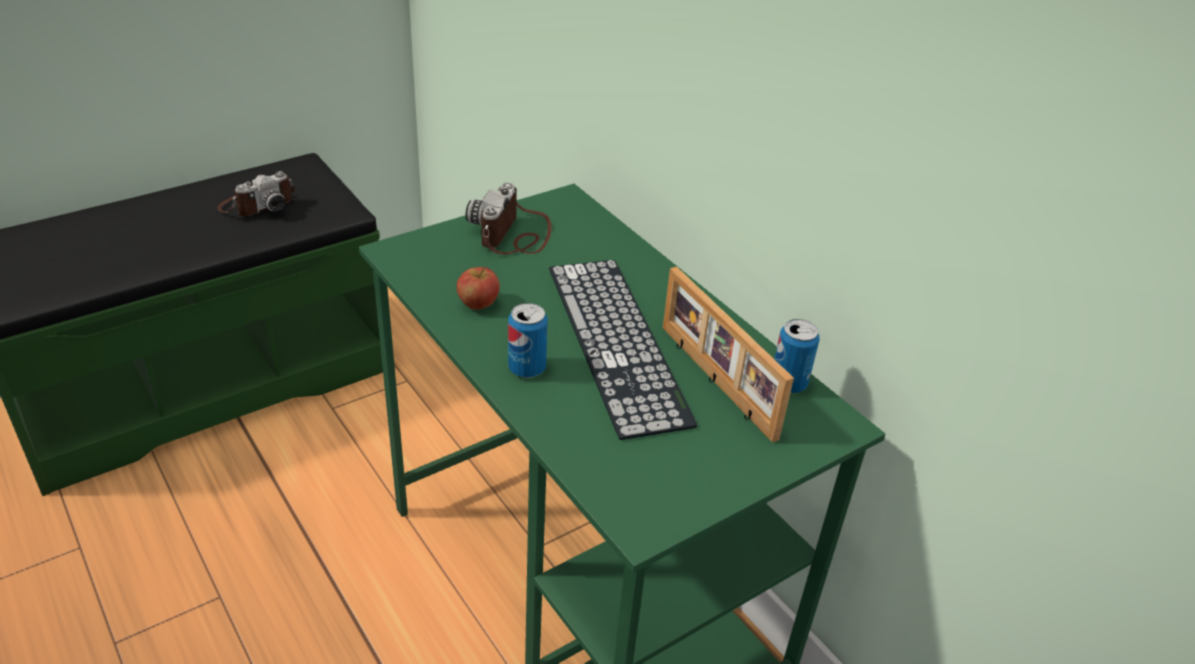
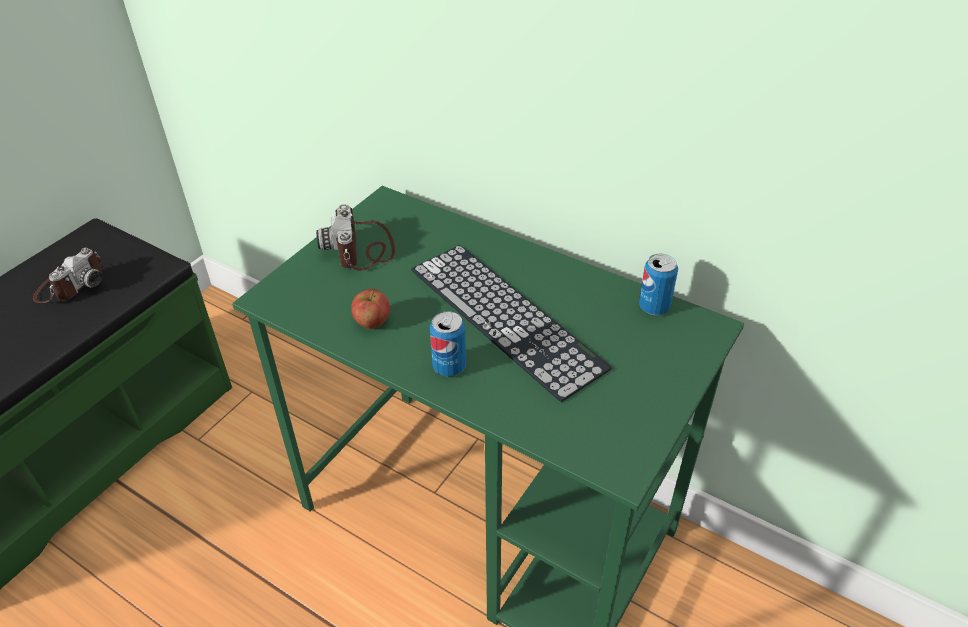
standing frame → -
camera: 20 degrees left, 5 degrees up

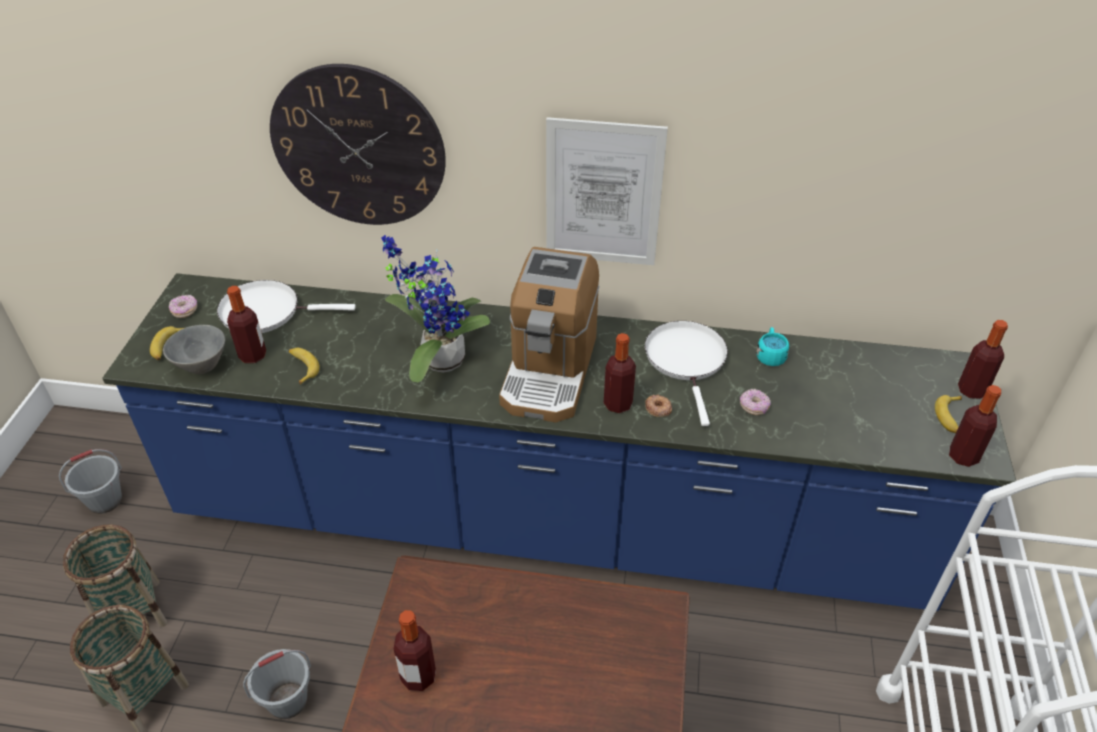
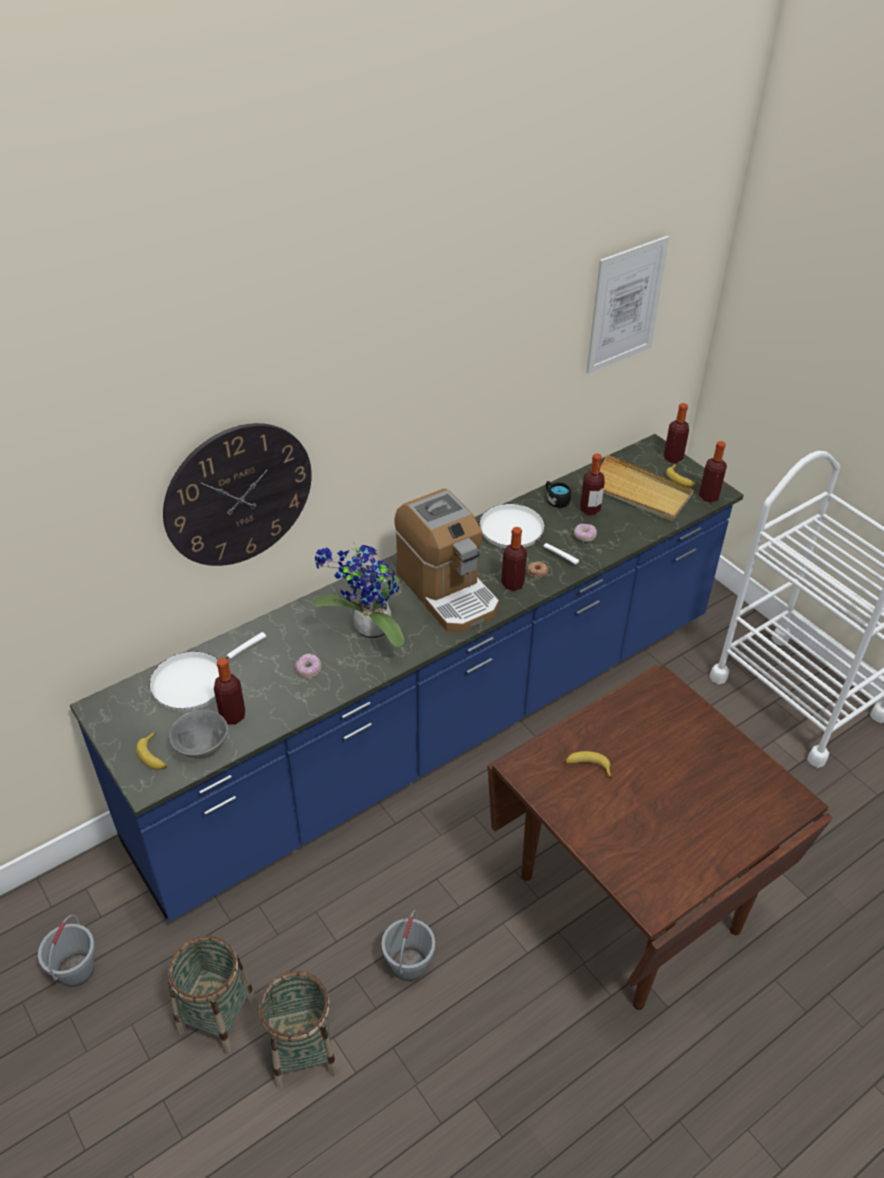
doughnut (no. 1 from left), relocated
blue-green mug → blackish mug
banana (no. 2 from left), relocated
beverage bottle (no. 2 from left in the first image) → beverage bottle (no. 3 from left), relocated
- → beige-coloured carrying tray
wall picture, relocated
camera: 45 degrees left, 0 degrees up

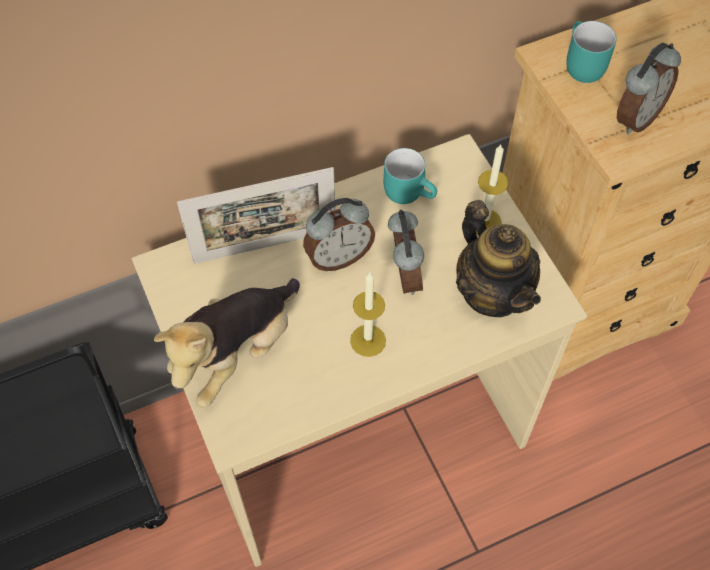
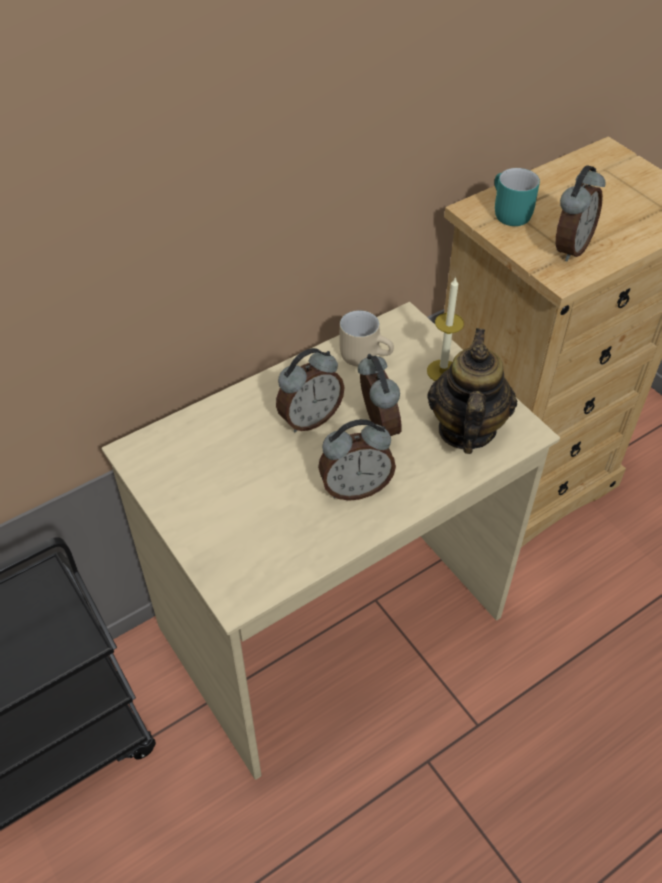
candle (no. 1 from left) → alarm clock (no. 2 from left)
blue-green mug (no. 1 from left) → beige-coloured mug
pot for tea, 135 degrees counterclockwise
plush toy → -
standing frame → -
camera: 10 degrees left, 10 degrees down

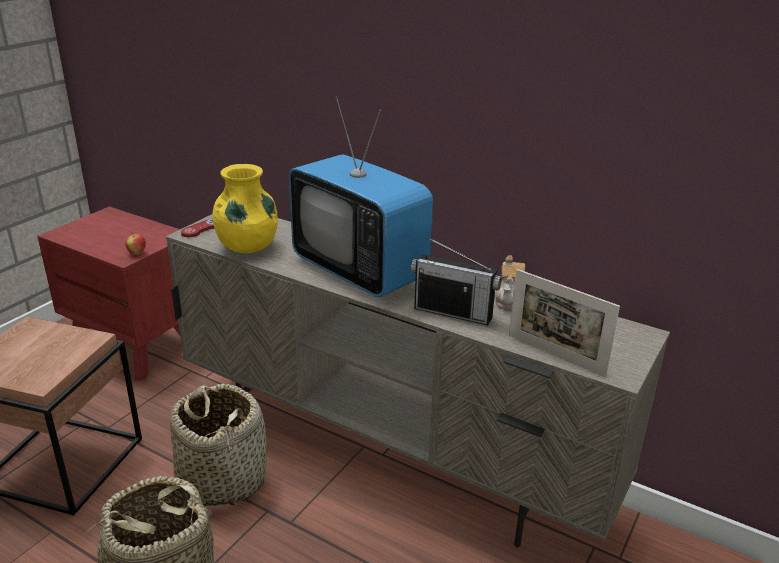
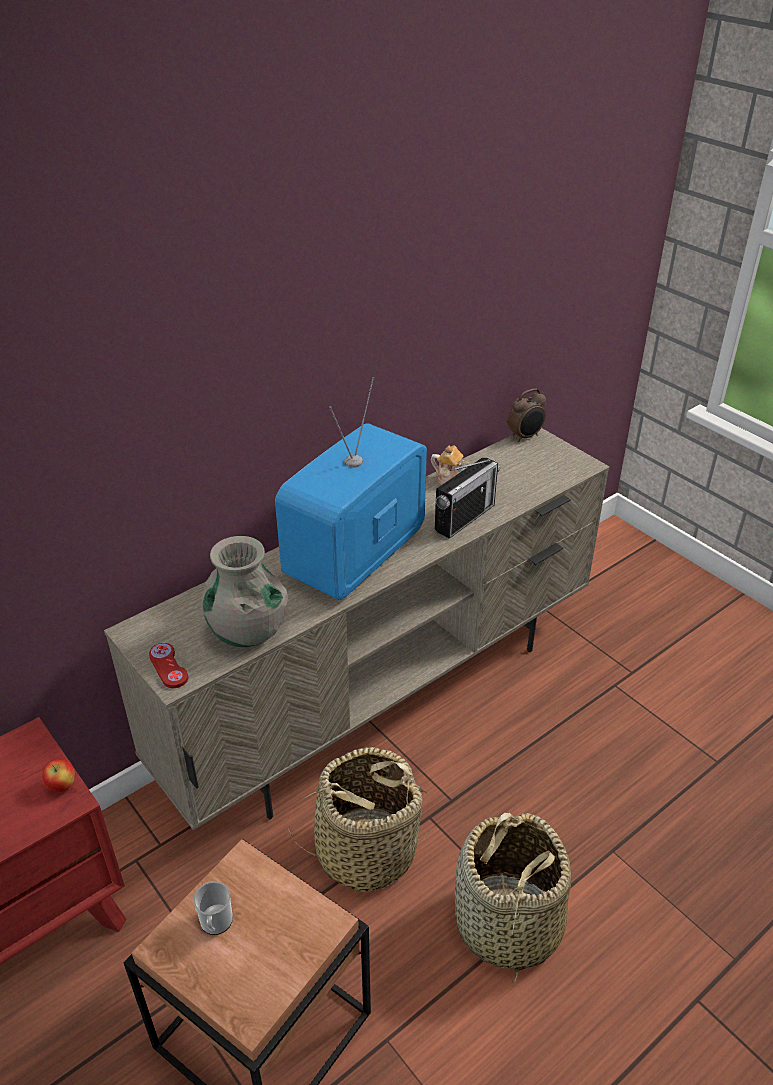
- → mug
yellowish decorative vase → gray decorative vase
TV set, 150 degrees clockwise
- → alarm clock
standing frame → -
camera: 70 degrees left, 10 degrees up

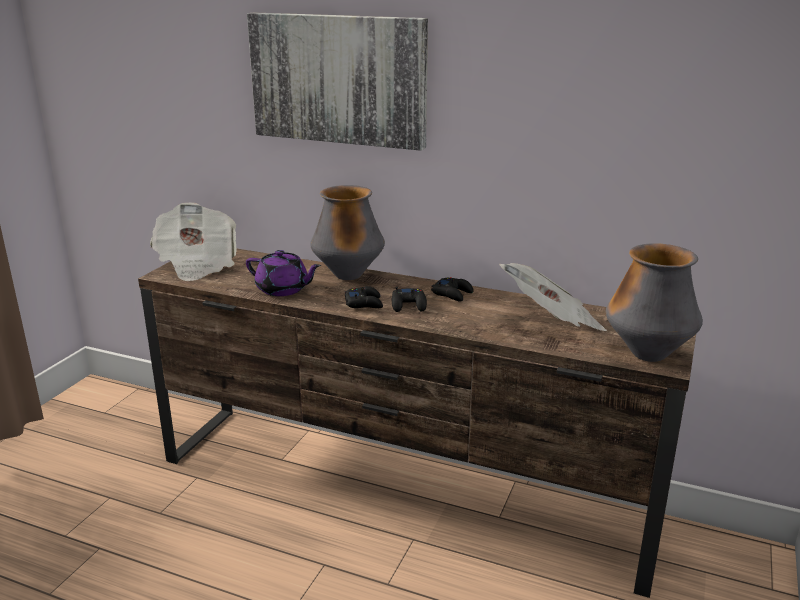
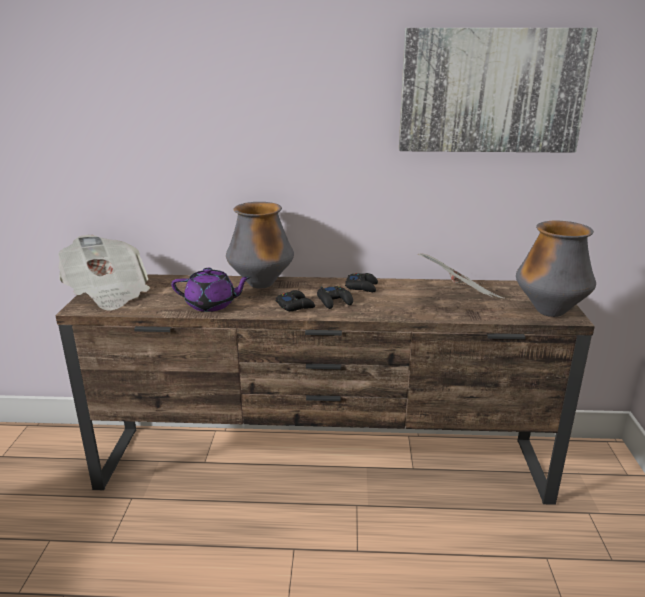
wall picture, relocated
camera: 20 degrees left, 0 degrees up

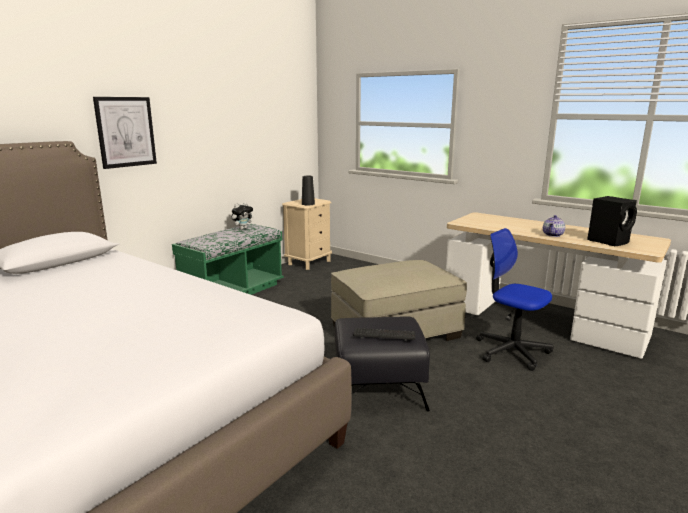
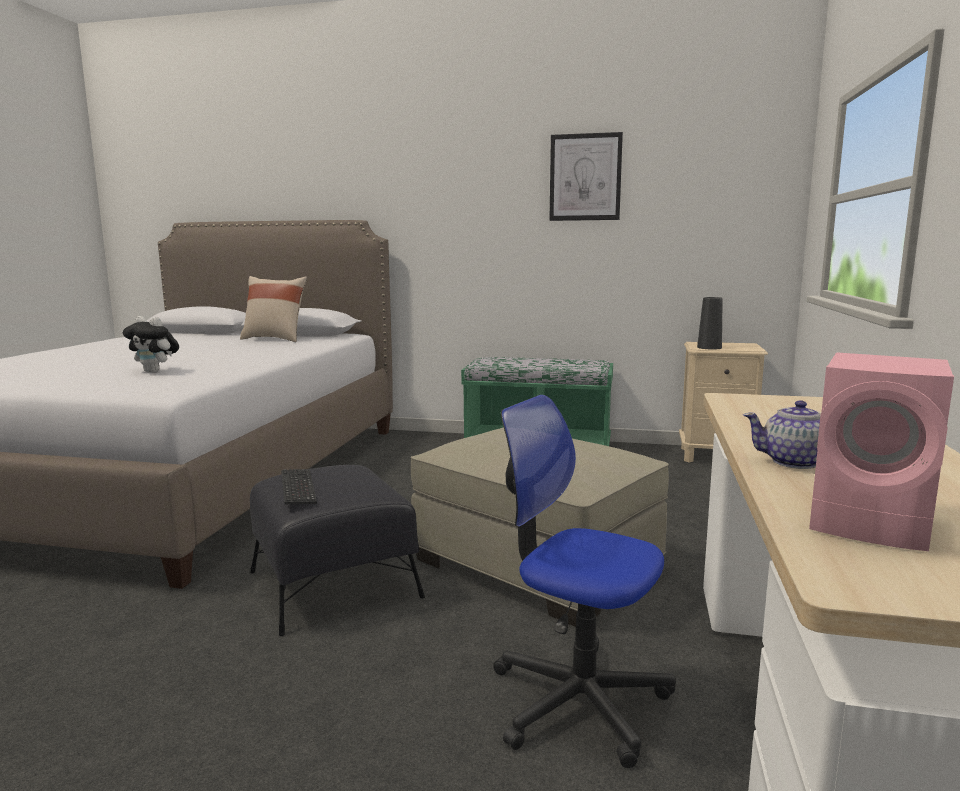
plush toy, relocated
- → beige-coloured throw pillow
office chair, 75 degrees counterclockwise
wall picture, relocated
blackish speaker → pink-coloured speaker
camera: 65 degrees right, 5 degrees down

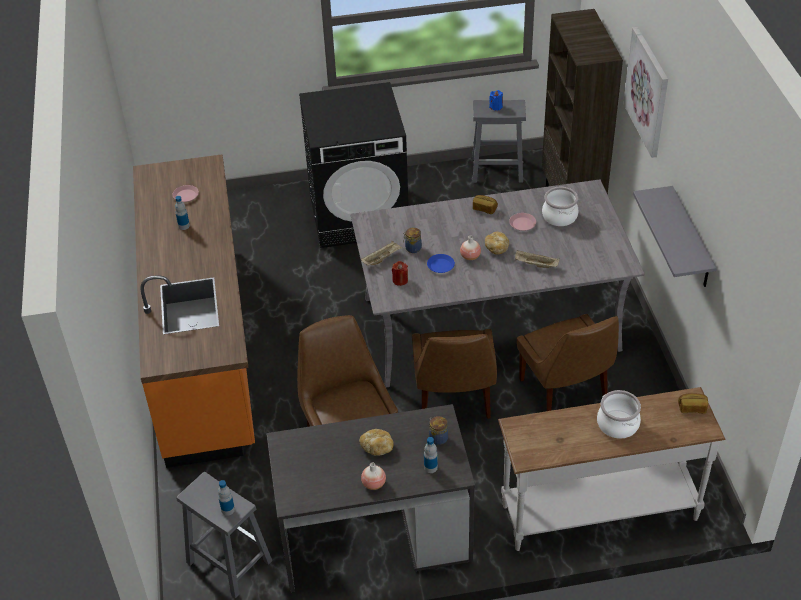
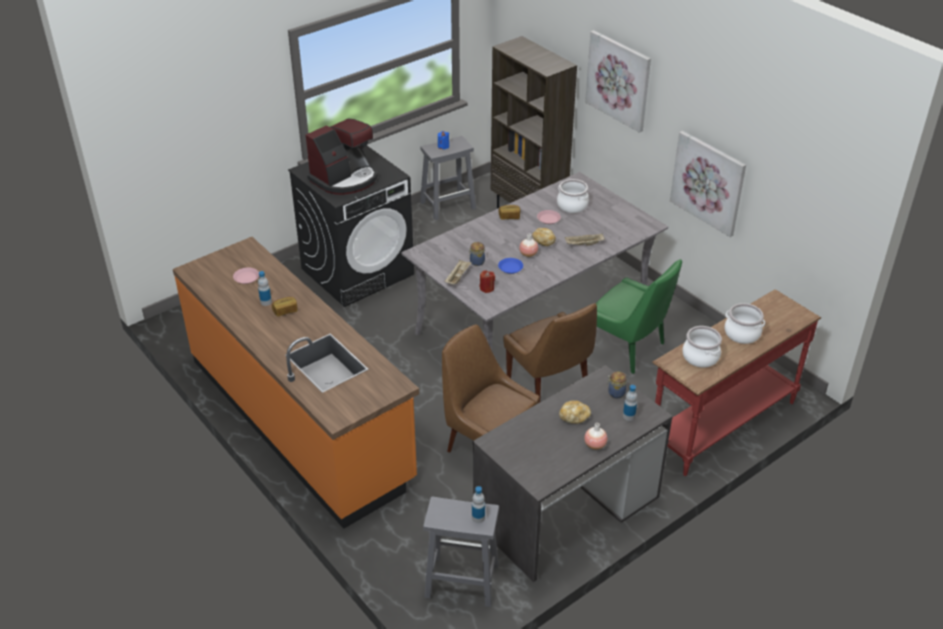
baked bread (no. 4 from left in the first image) → baked bread (no. 1 from left), relocated
- → coffee machine
brown-coloured upright chair (no. 3 from left) → green upright chair
white console table → reddish console table
gray wall shelf → wall picture (no. 2 from left)
- → cooking pot (no. 2 from left)
camera: 30 degrees left, 5 degrees down

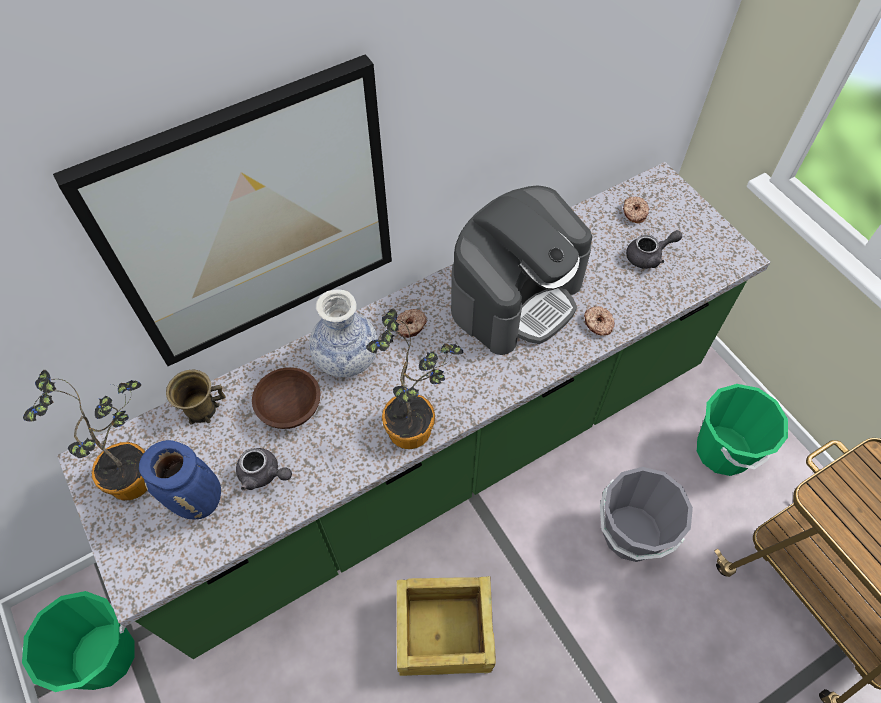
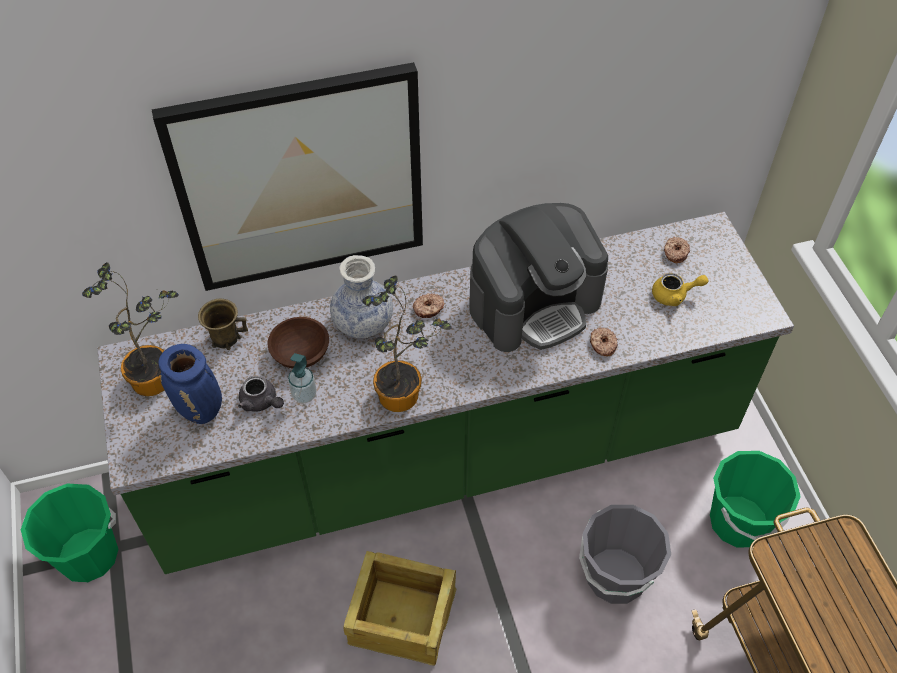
- → soap bottle
gray pot for tea (no. 2 from left) → yellowish pot for tea
camera: 15 degrees right, 5 degrees down

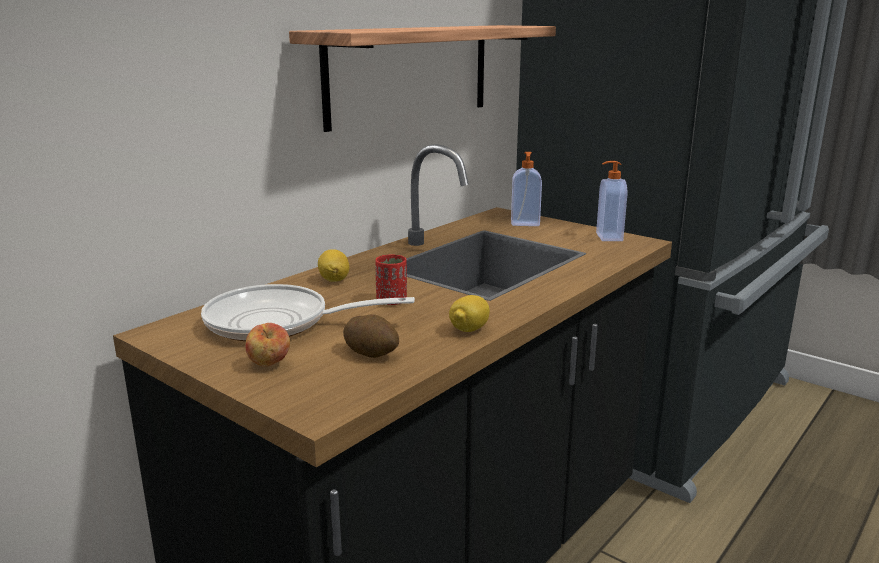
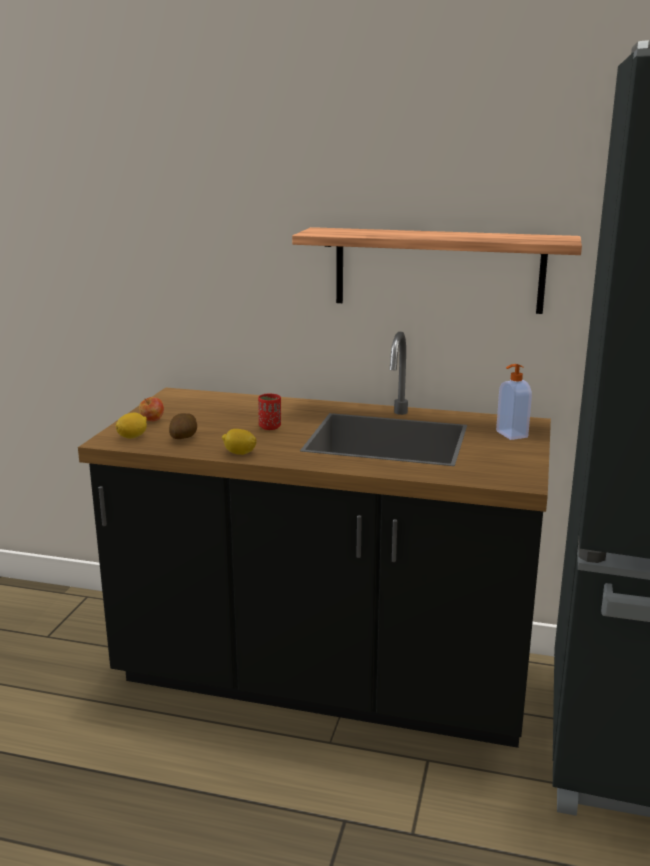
lemon (no. 1 from left), relocated
frying pan → -
soap bottle (no. 2 from left) → -
camera: 65 degrees right, 0 degrees up

